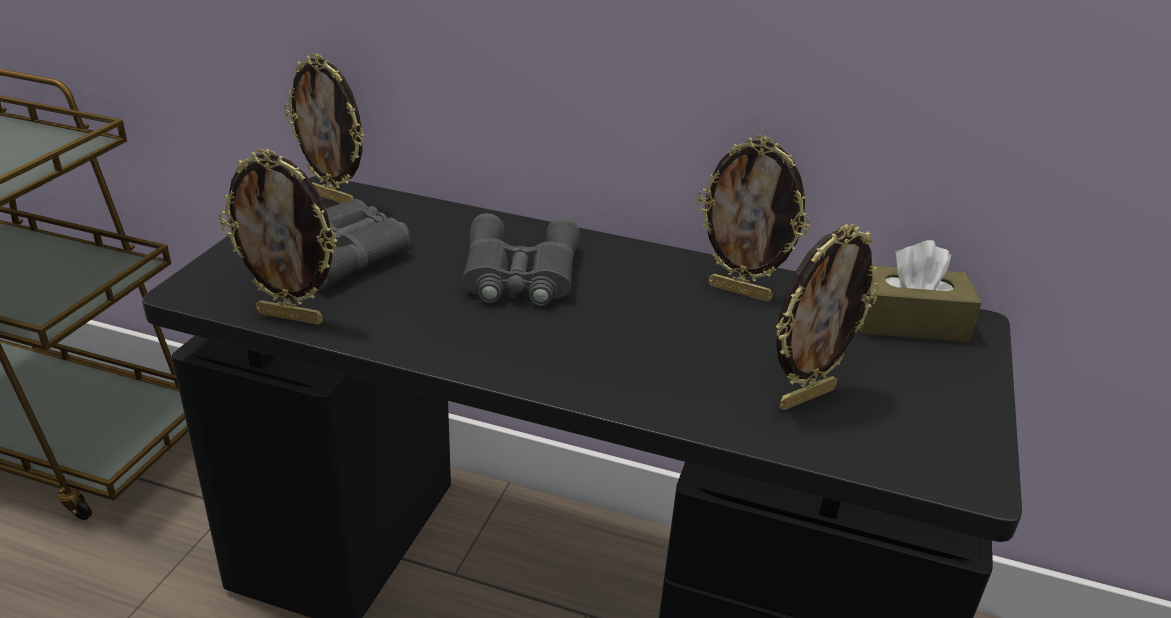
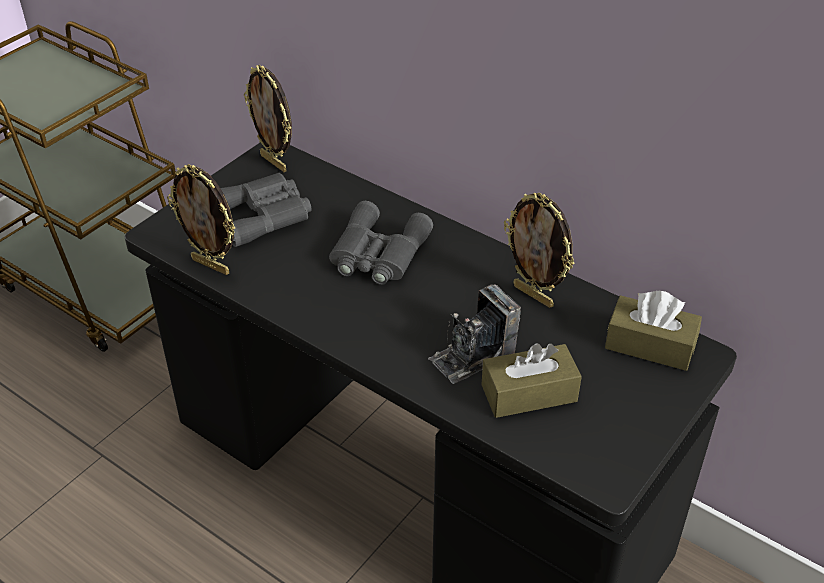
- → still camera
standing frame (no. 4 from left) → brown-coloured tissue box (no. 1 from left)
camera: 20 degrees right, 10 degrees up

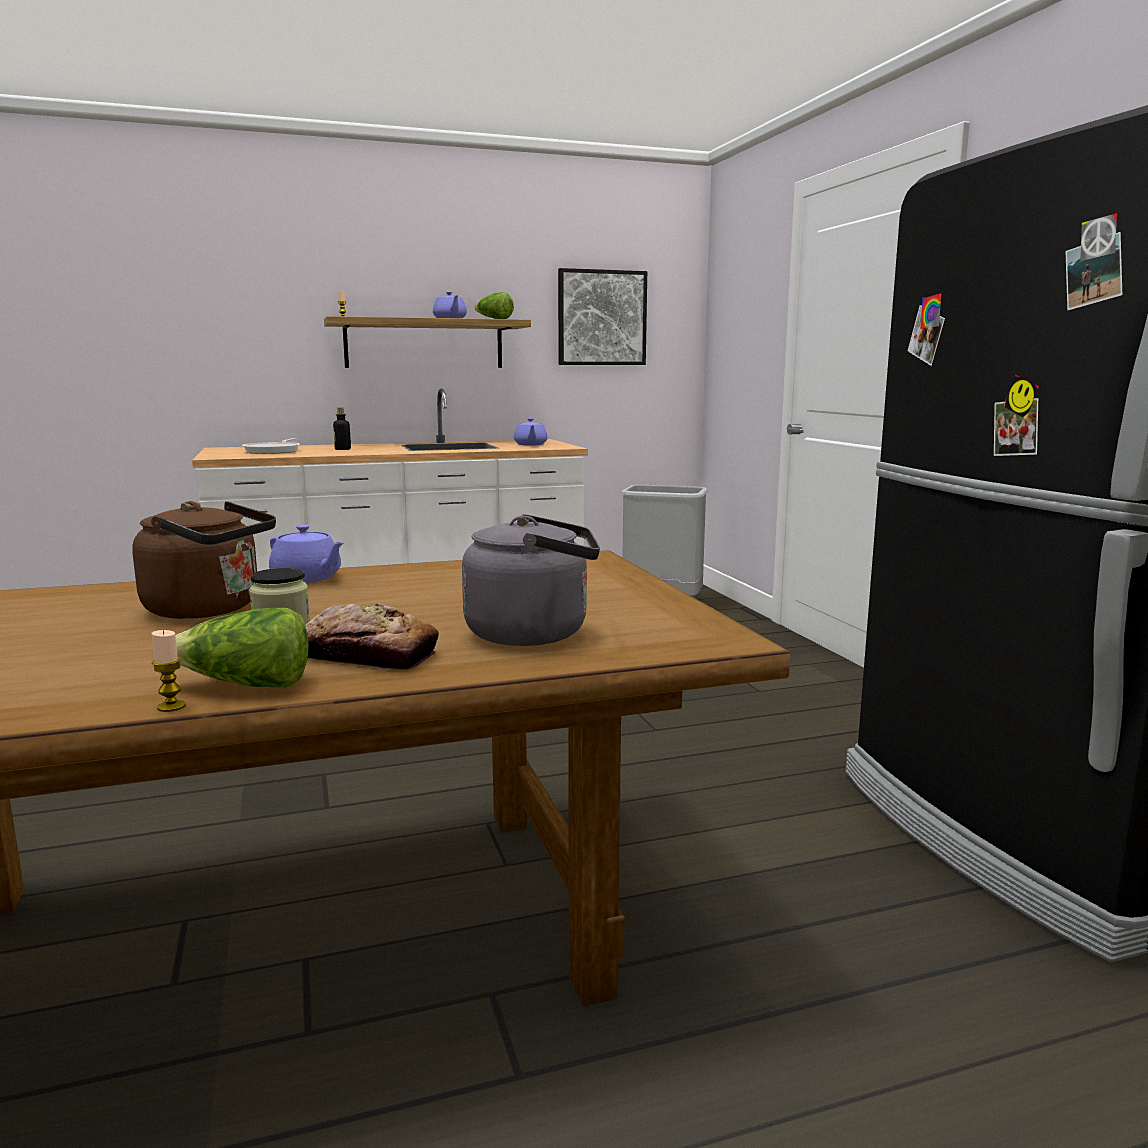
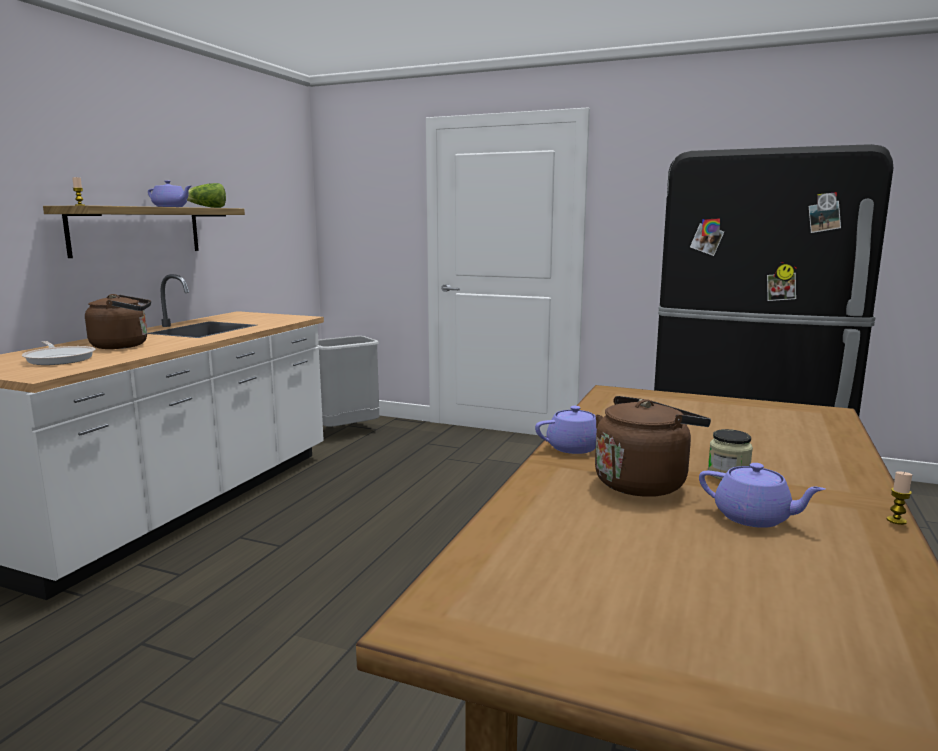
beverage bottle → brown-coloured kettle (no. 1 from left)
purplish pot for tea (no. 3 from left), relocated
lettuce head (no. 1 from left) → -
baked bread → -
gray kettle → -
wall picture → -
camera: 50 degrees left, 0 degrees up

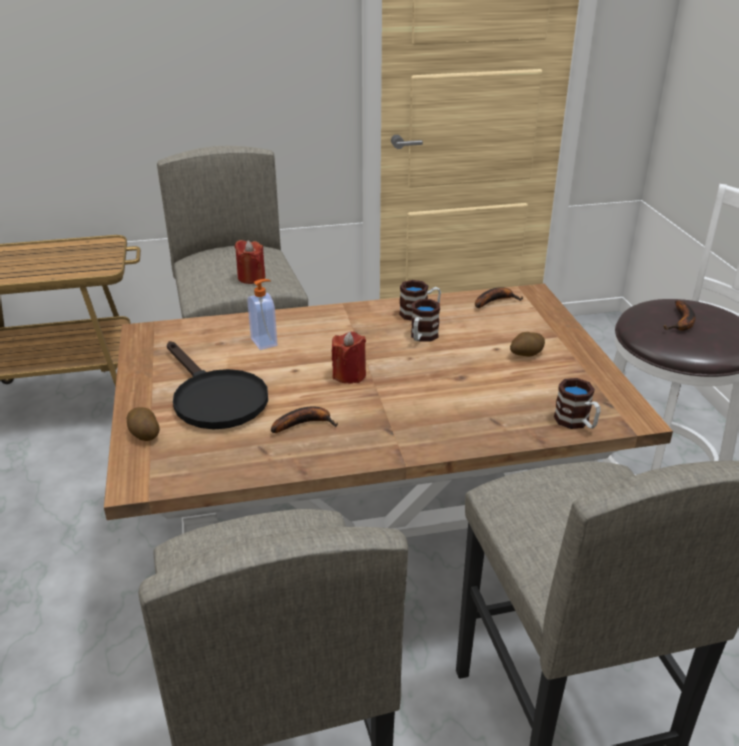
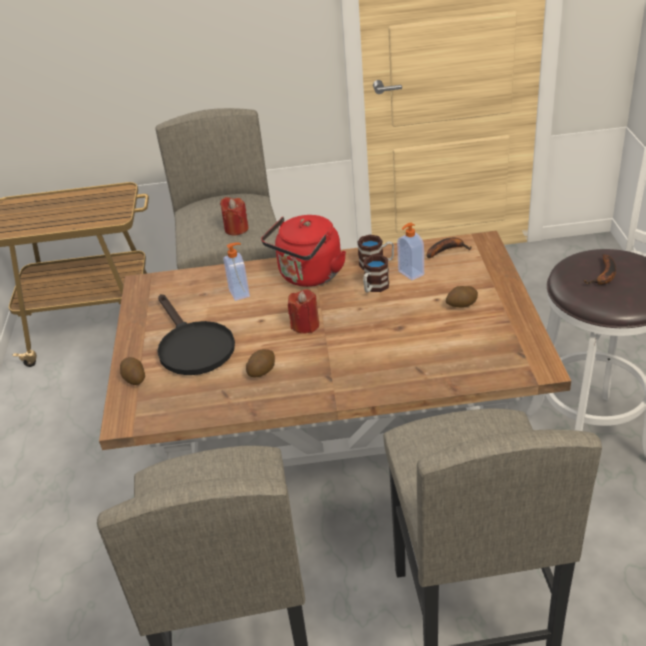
banana (no. 1 from left) → potato (no. 2 from left)
- → reddish kettle
- → soap bottle (no. 2 from left)
mug (no. 3 from left) → -
camera: 10 degrees right, 5 degrees up

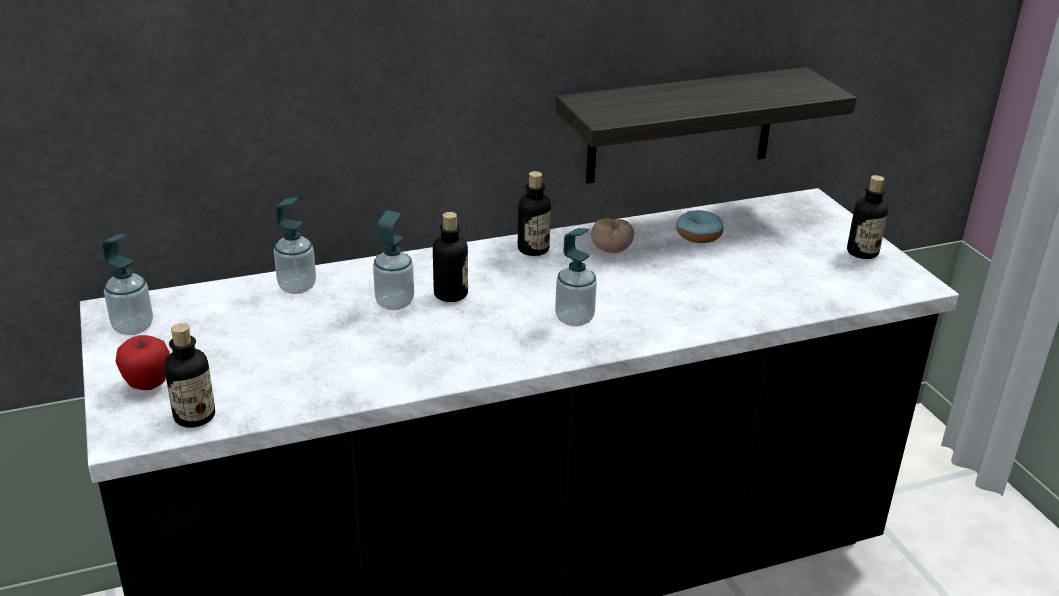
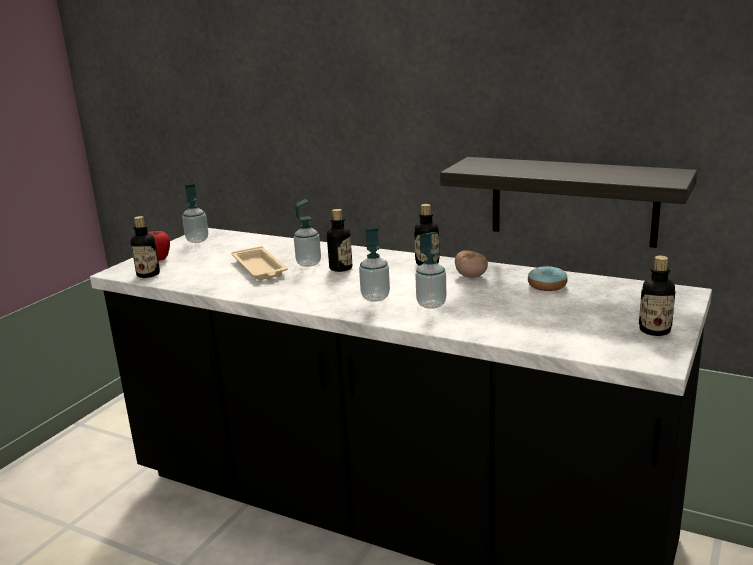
- → beige-coloured carrying tray
soap bottle (no. 2 from left in the first image) → soap bottle (no. 4 from left), relocated
camera: 50 degrees right, 10 degrees down

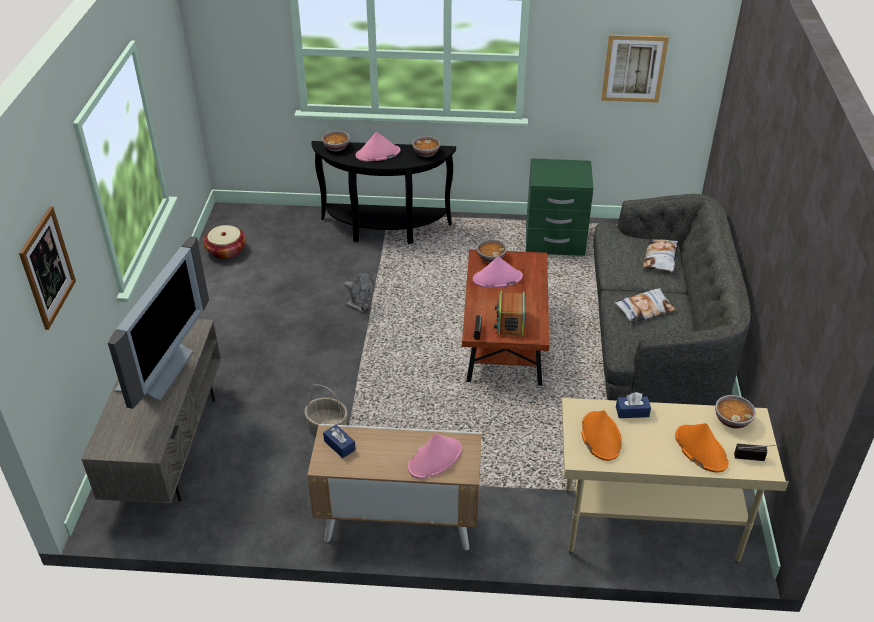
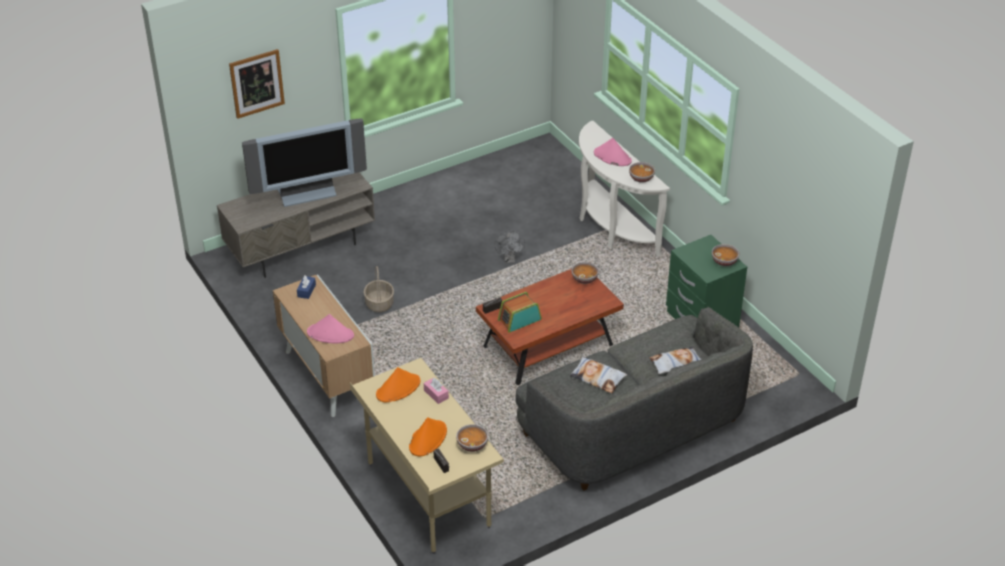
blue tissue box (no. 2 from left) → pink-coloured tissue box
blackish console table → white console table
bowl (no. 1 from left in the first image) → bowl (no. 4 from left), relocated
storage basket (no. 1 from left) → -
pink-coloured hat (no. 3 from left) → -
wall picture (no. 2 from left) → -
camera: 55 degrees right, 0 degrees up

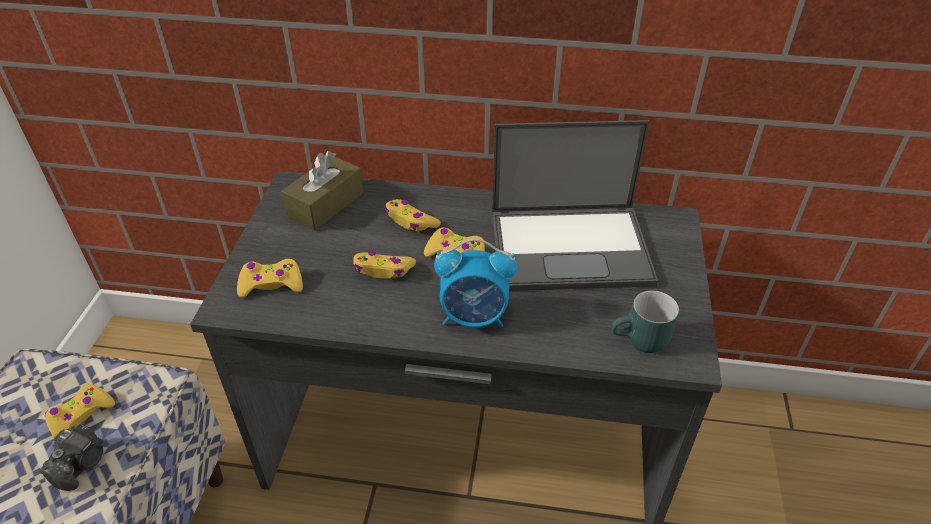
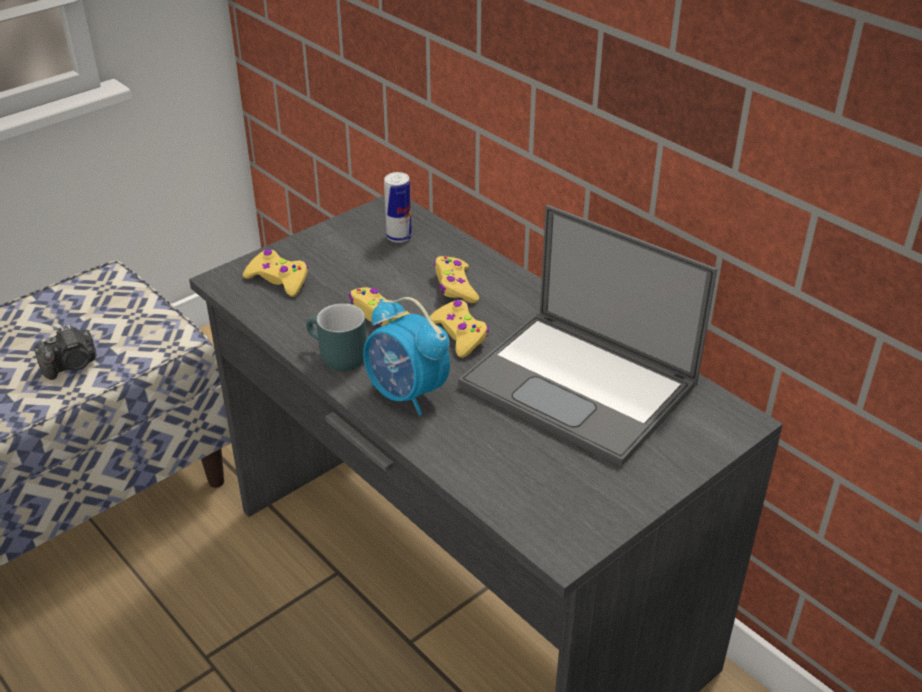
blue-green mug, relocated
brown-coloured tissue box → metal can
yellowish joypad (no. 1 from left) → -
camera: 40 degrees right, 5 degrees down

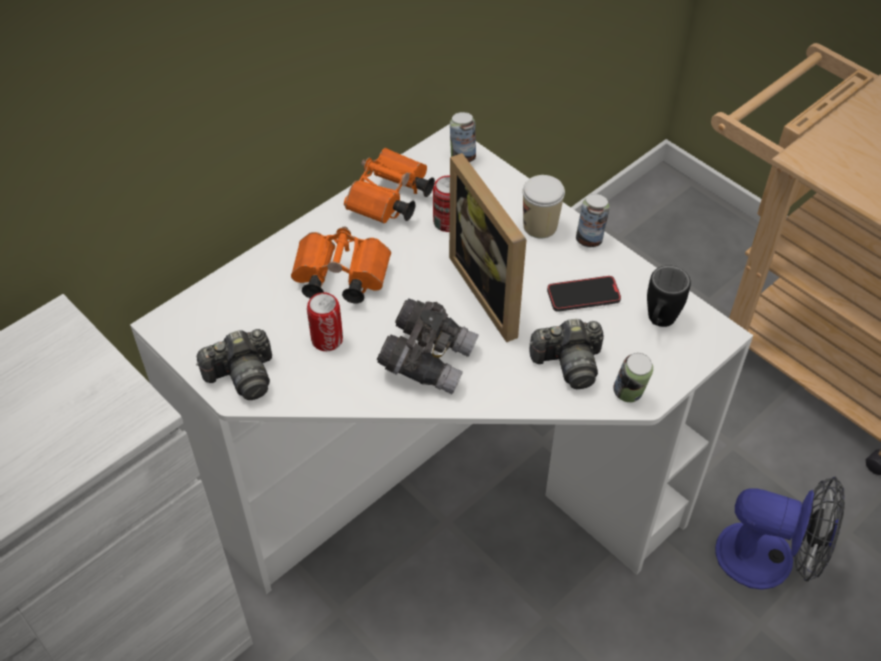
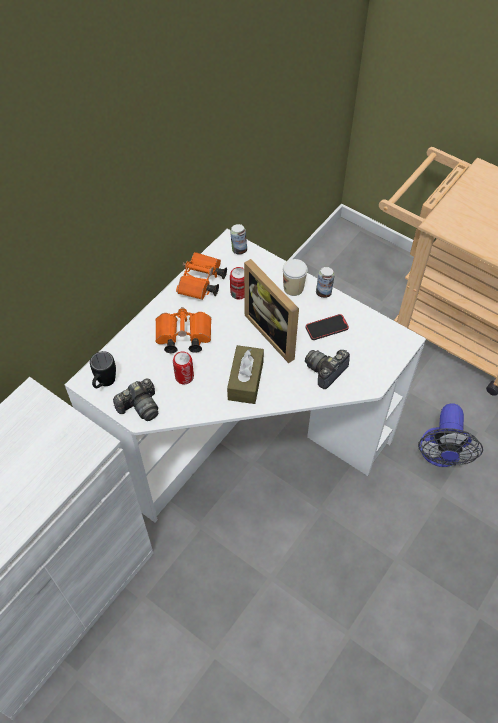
blackish mug, relocated
gray field glasses → brown-coloured tissue box
still camera (no. 2 from left), 150 degrees clockwise
electric fan, 90 degrees clockwise
metal can (no. 5 from left) → -
camera: 10 degrees left, 5 degrees up

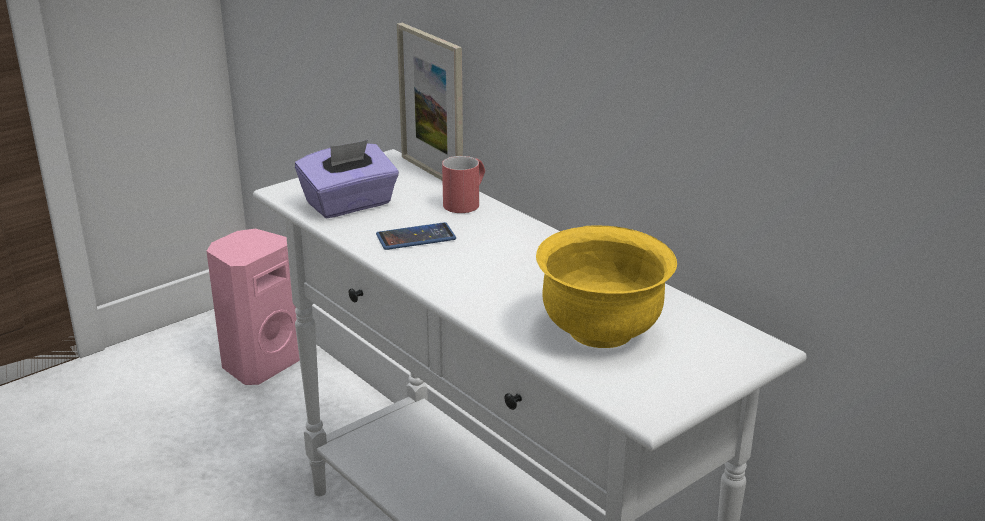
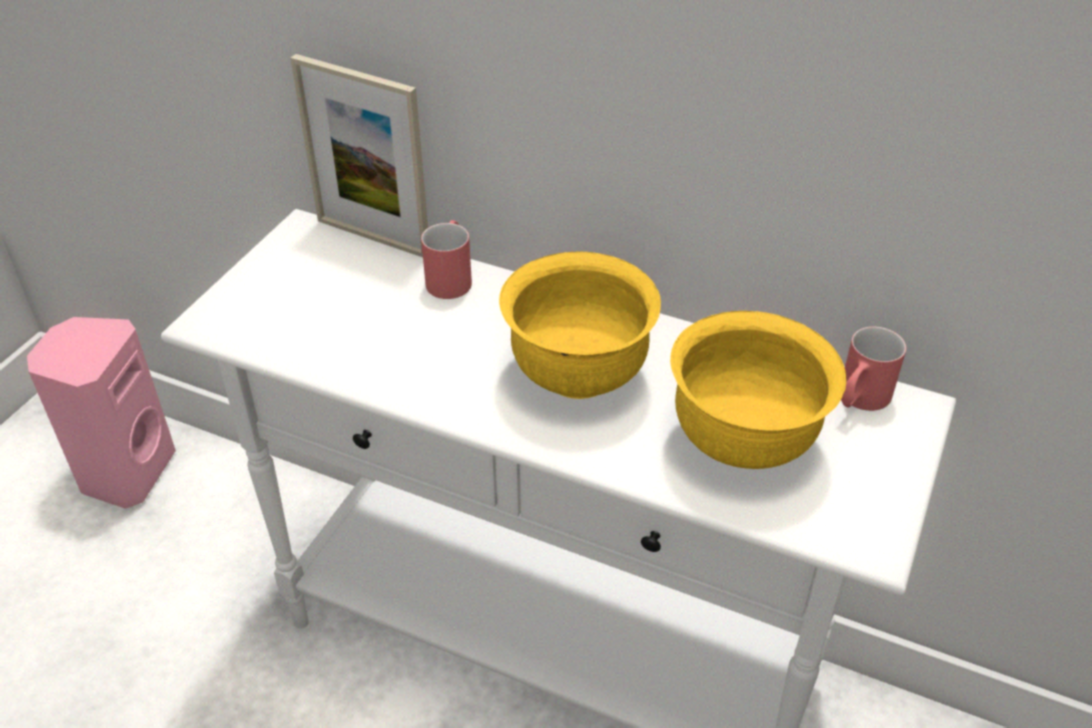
- → yellowish bowl (no. 1 from left)
- → reddish mug (no. 2 from left)
purplish tissue box → -
telephone → -
camera: 25 degrees left, 15 degrees up

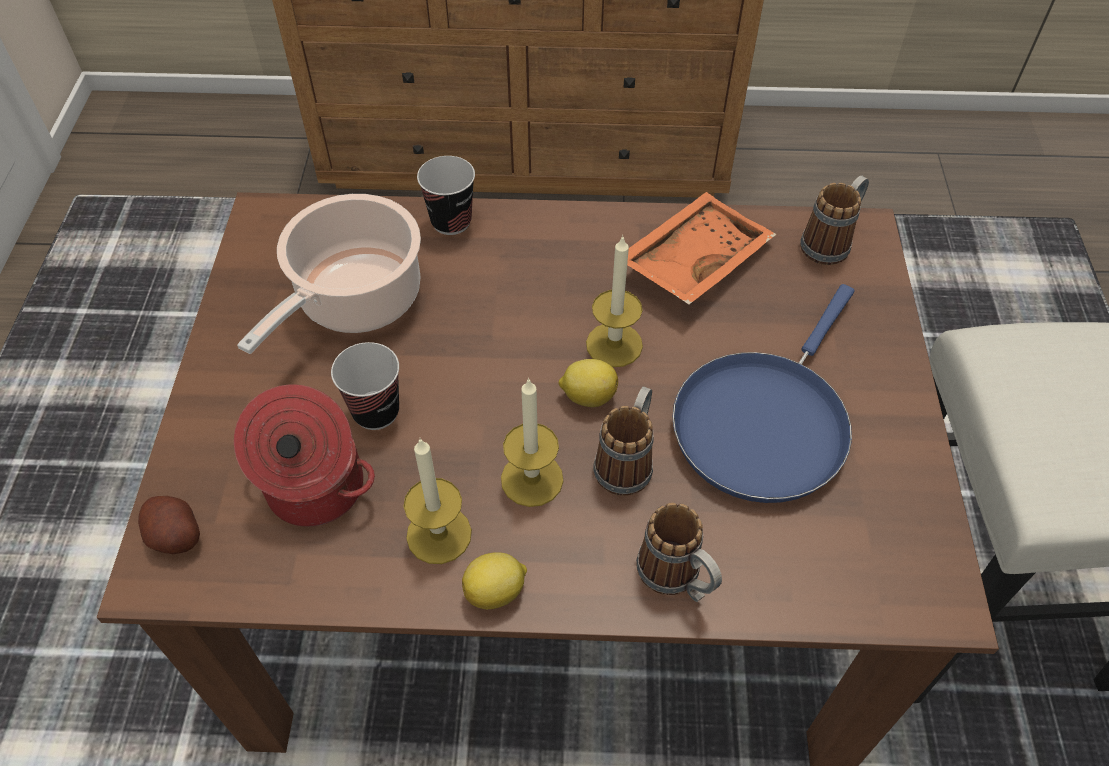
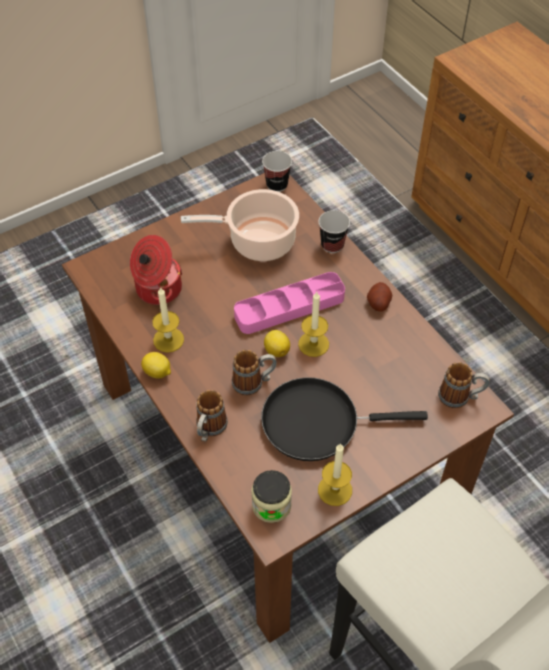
- → pink-coloured carrying tray
- → jar
blue frying pan → blackish frying pan
small cup (no. 1 from left), relocated
candle (no. 2 from left in the first image) → candle (no. 3 from left), relocated
potato, relocated
orange carrying tray → -
camera: 55 degrees right, 0 degrees up

